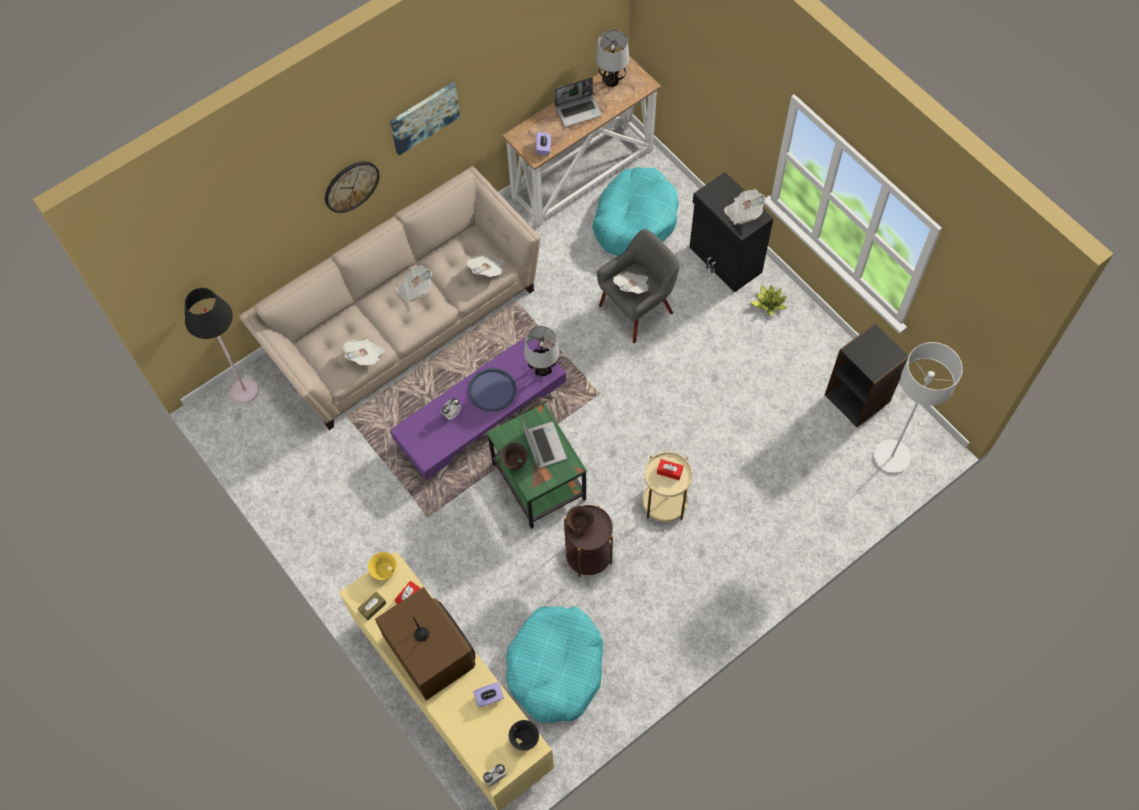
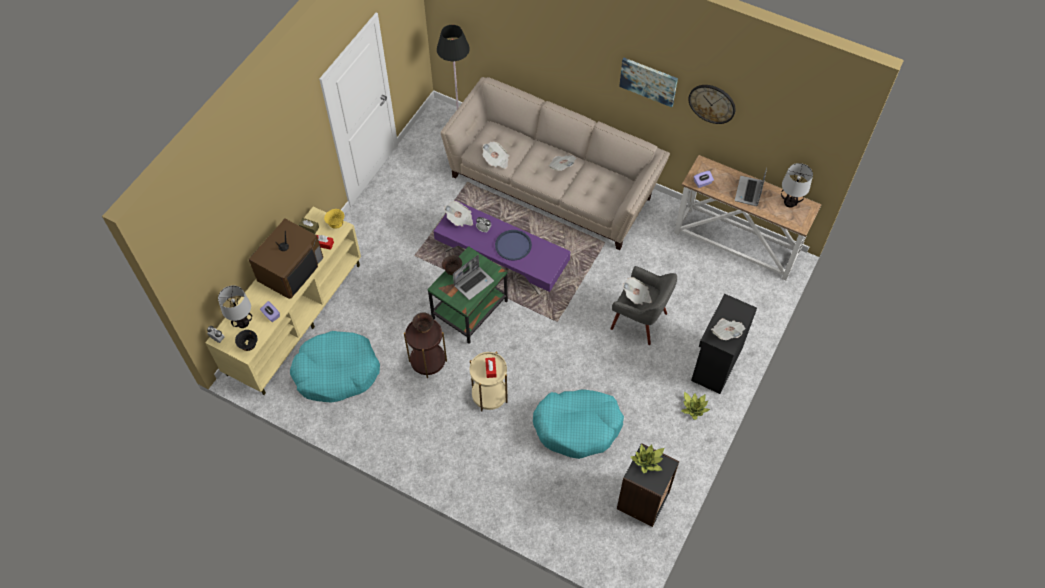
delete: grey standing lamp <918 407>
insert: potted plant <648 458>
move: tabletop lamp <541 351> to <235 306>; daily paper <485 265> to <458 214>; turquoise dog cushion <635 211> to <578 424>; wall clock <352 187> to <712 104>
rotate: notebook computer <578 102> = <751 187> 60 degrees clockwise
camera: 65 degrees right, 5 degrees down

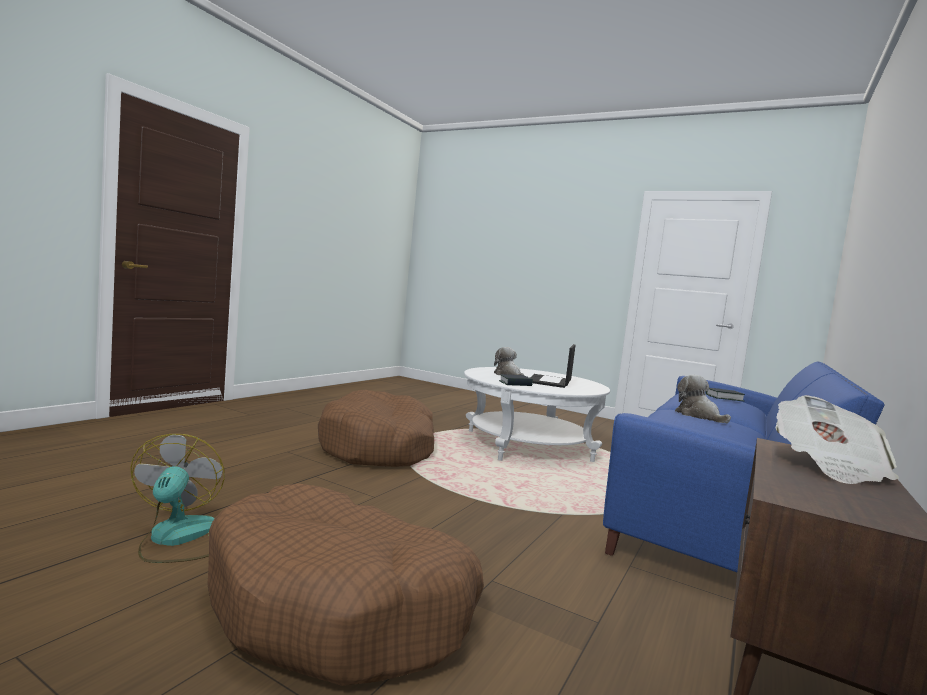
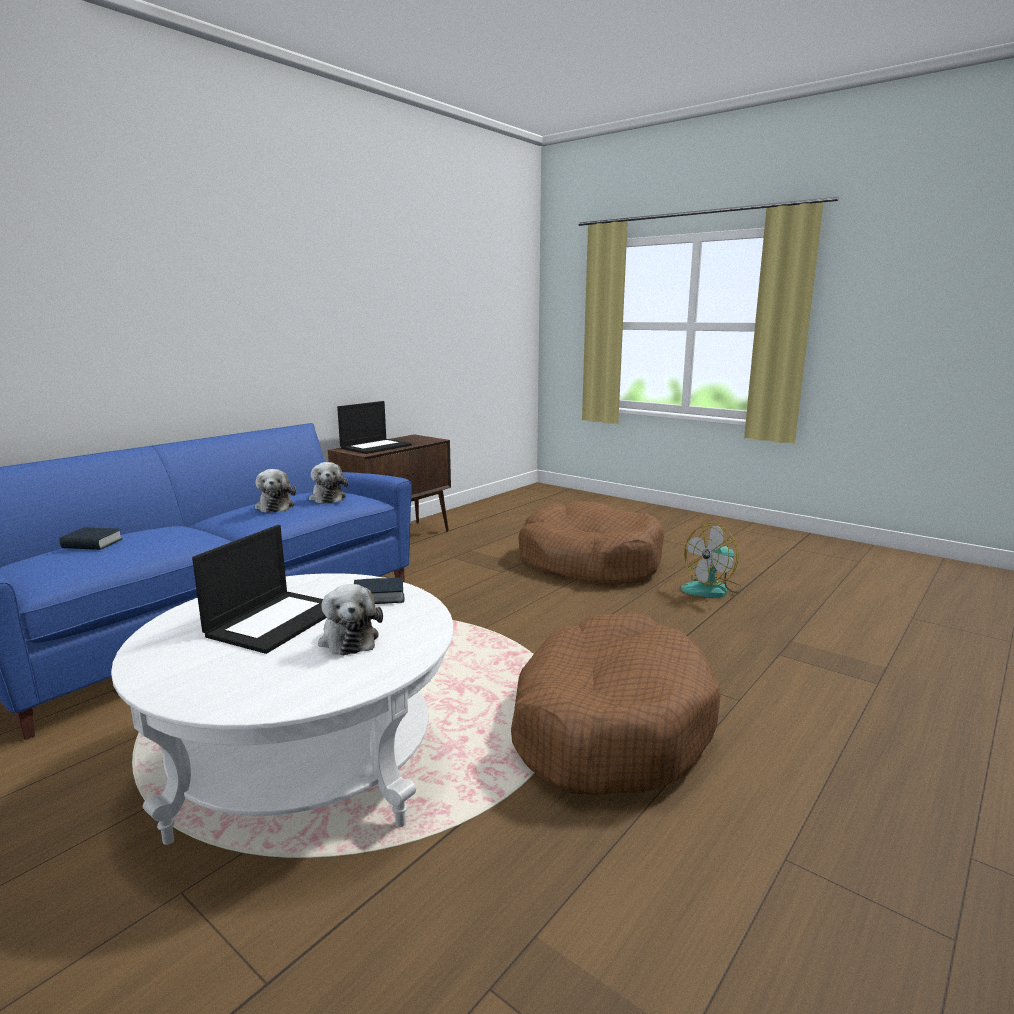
insert: soft toy <328 483>
replace: daily paper <837 439> to notebook computer <374 427>
rotate: electric fan <177 498> = <711 560> 60 degrees clockwise
camera: 170 degrees left, 10 degrees up

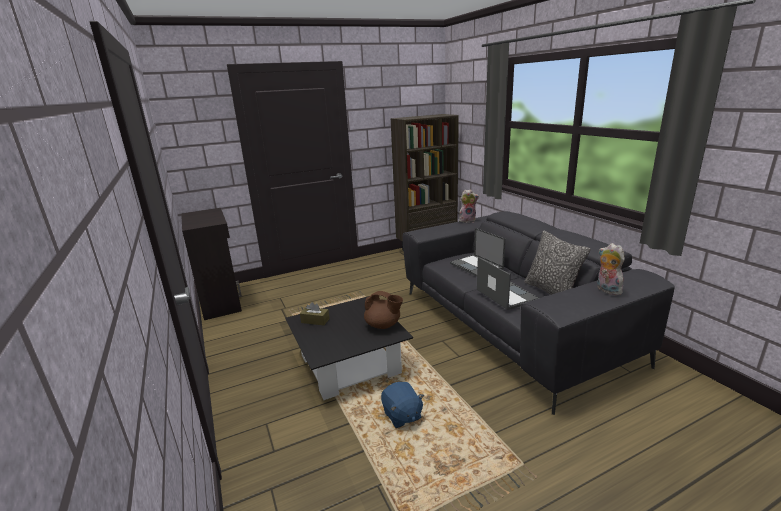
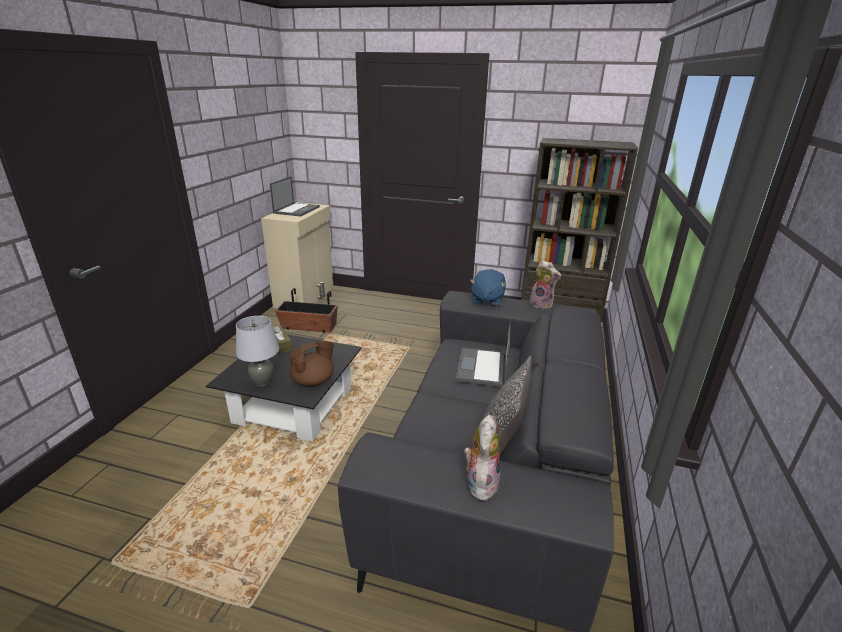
insert: grey tabletop lamp <257 351>; planter <306 310>
move: notebook computer <508 283> to <295 197>; blue soft toy <402 405> to <488 288>
recolor: blackish cupboard <211 264> to beige-coloured cupboard <297 255>
rotate: brown pot for tea <383 310> = <312 364> 105 degrees counterclockwise
camera: 40 degrees right, 5 degrees up

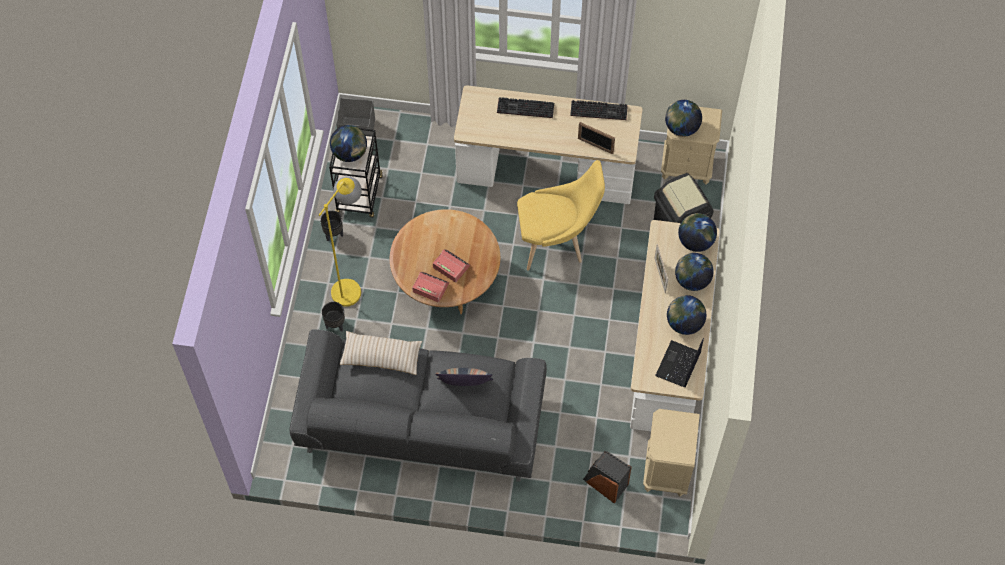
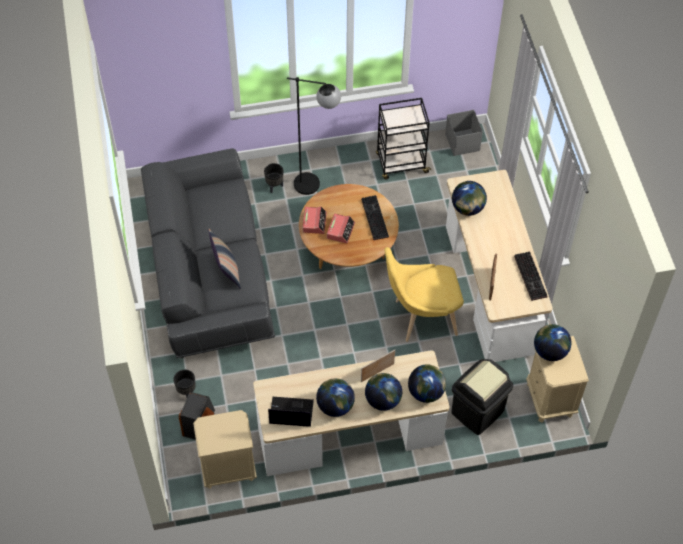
delete: beige-coloured pillow <381 353>
move: blackish planter <331 226> to <185 383>; PC keyboard <525 107> to <375 217>; globe <348 143> to <469 198>
recolor: yellow standing lamp <340 241> to blackish standing lamp <314 136>
rotate: yellow upright chair <561 215> = <424 294> 105 degrees clockwise
camera: 70 degrees right, 5 degrees down

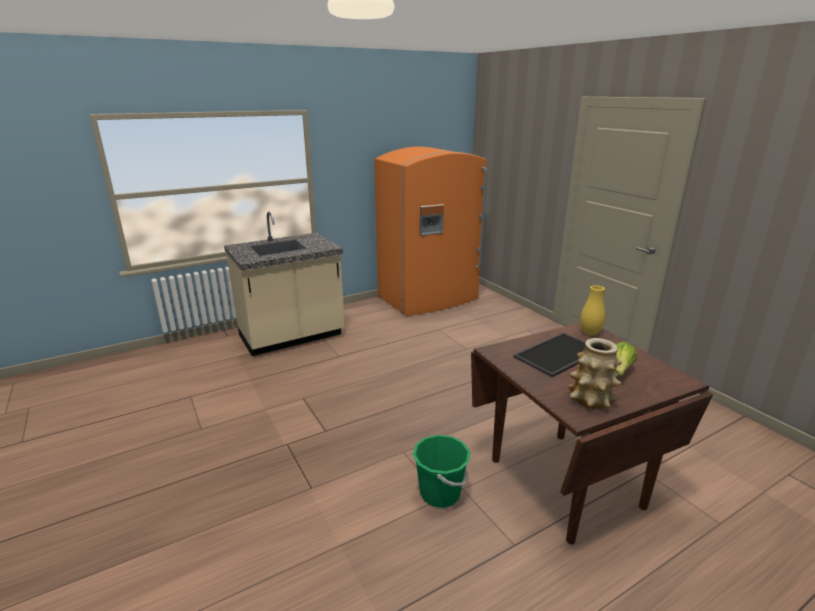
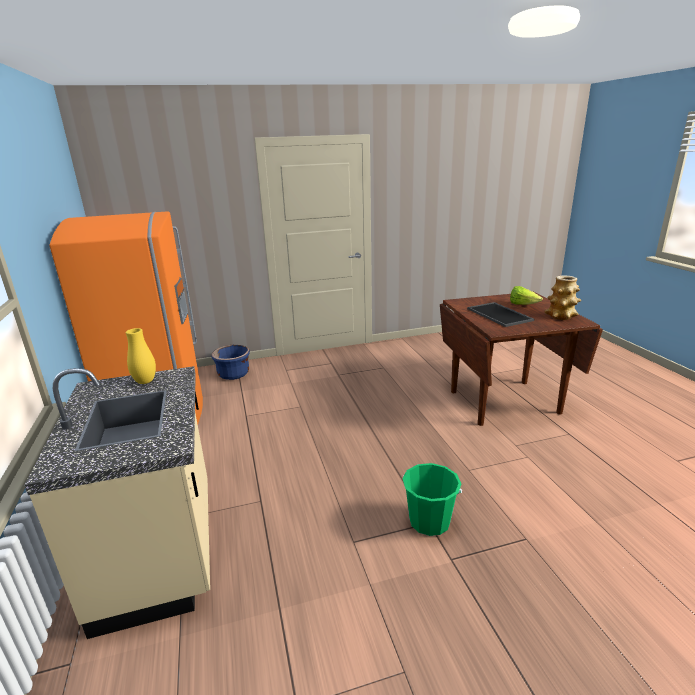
insert: blue planter <230 362>
move: yellow vase <592 310> to <141 356>; greenish pail <441 471> to <432 499>
camera: 75 degrees left, 0 degrees up

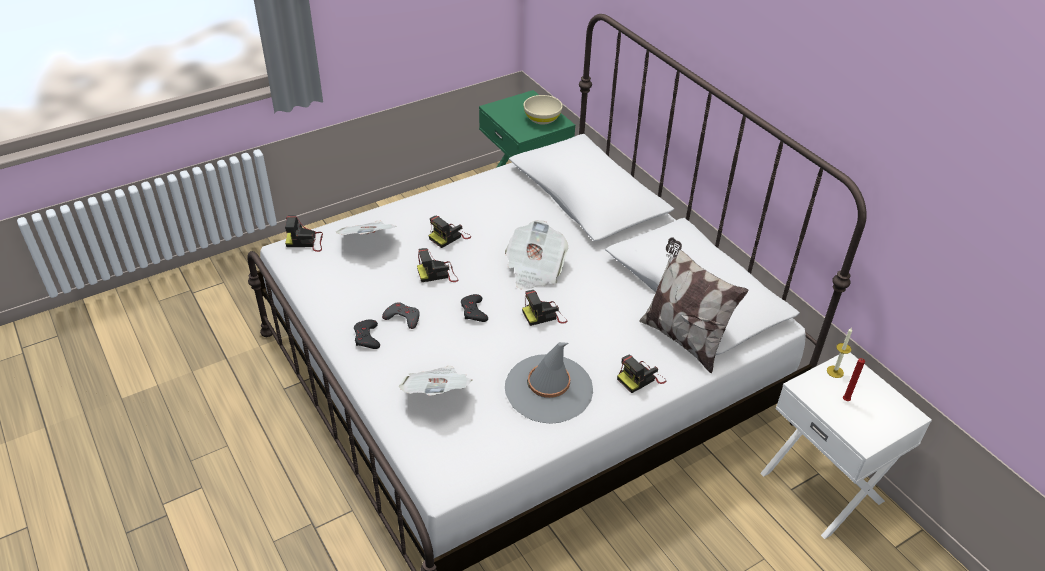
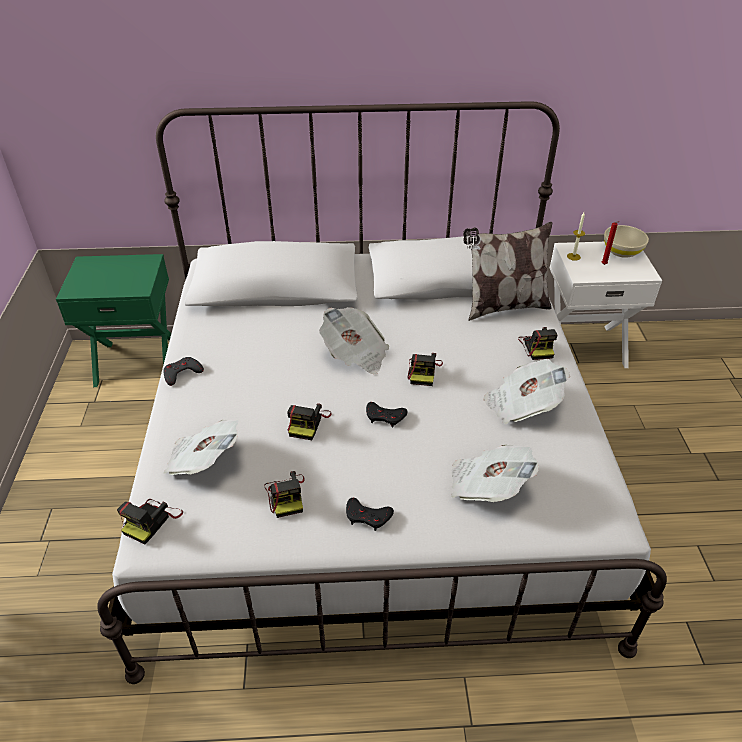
move: grey joypad <401 315> to <183 371>; still camera <450 231> to <284 494>; beige-coloured bowl <543 109> to <626 241>
replace: grey clothing hat <549 382> to daily paper <526 391>
camera: 60 degrees left, 0 degrees up

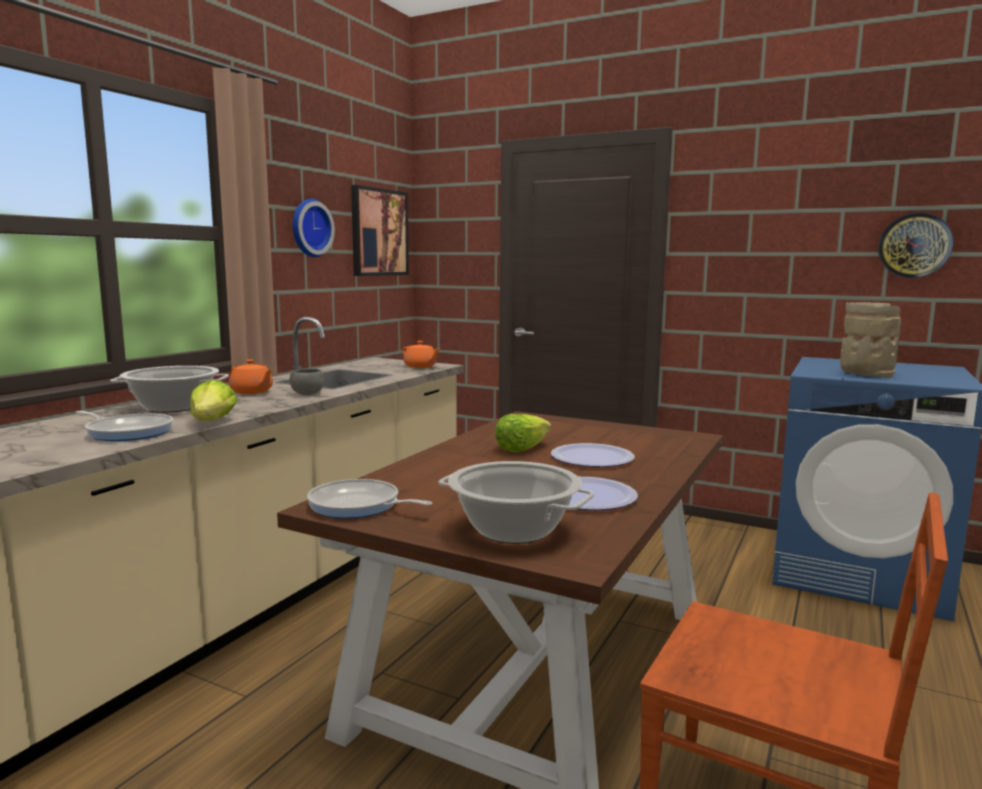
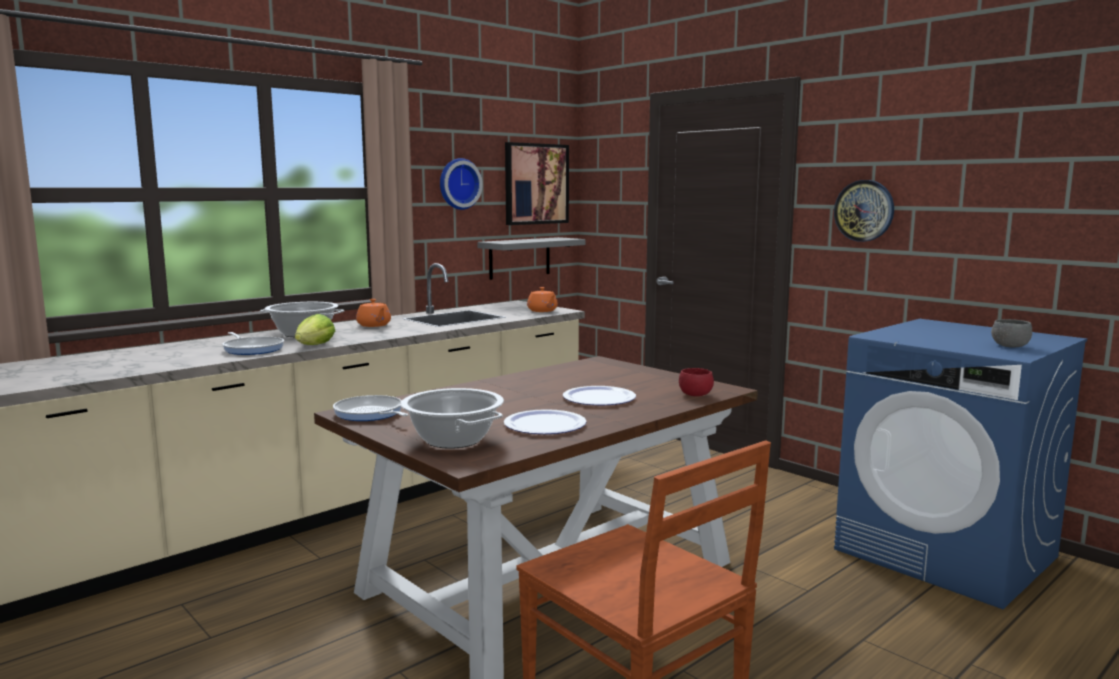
delete: lettuce <523 433>; beige-coloured vase <870 340>
insert: grey wall shelf <531 258>; red-coloured bowl <696 382>
move: wall clock <915 245> to <864 211>; grey bowl <306 382> to <1011 333>
camera: 20 degrees right, 0 degrees up

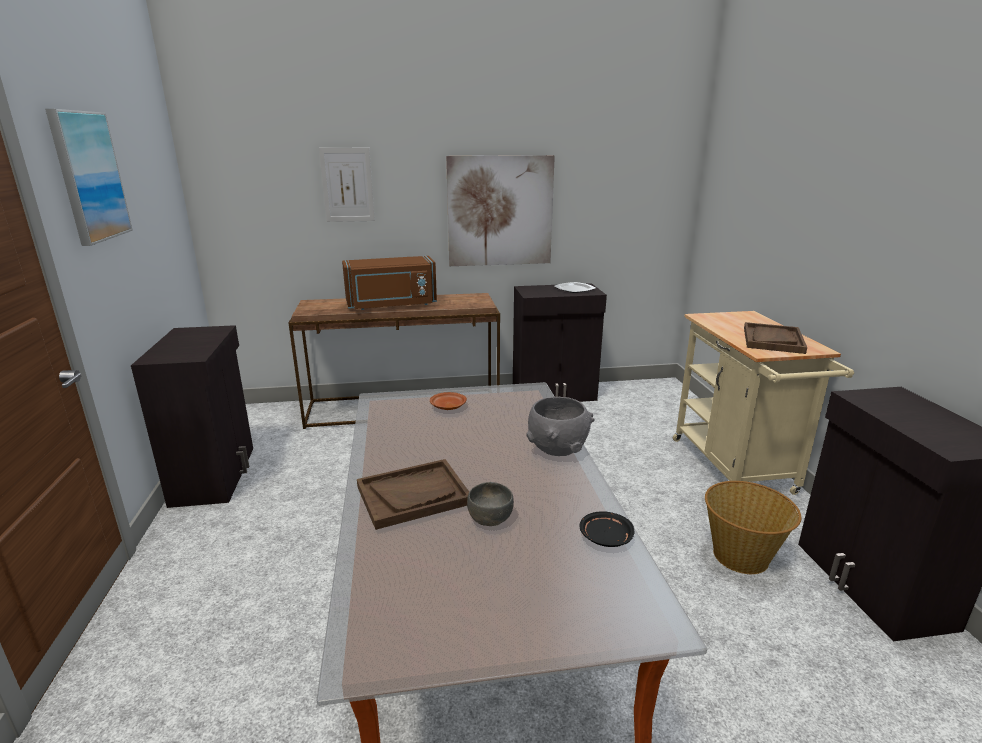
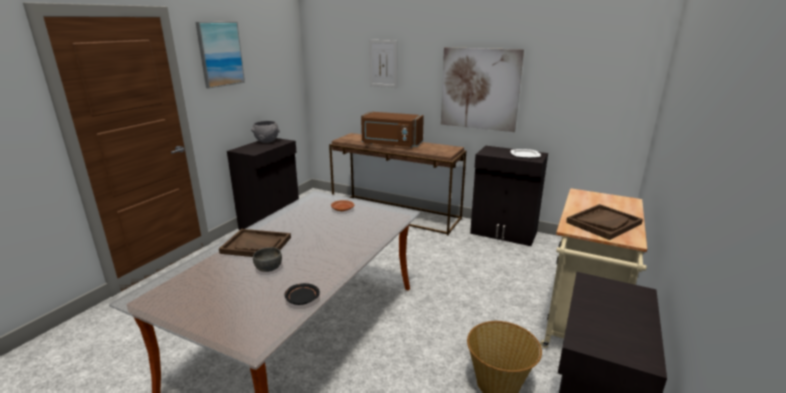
move: grey bowl <560 426> to <265 132>
camera: 35 degrees right, 0 degrees up

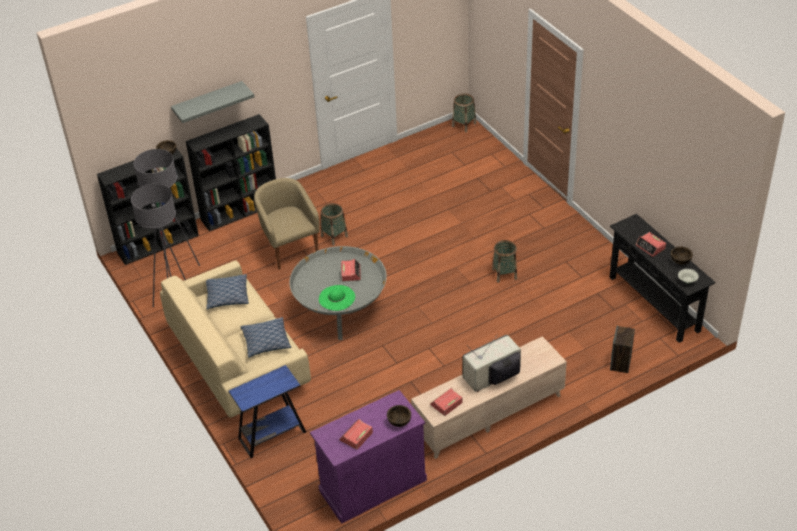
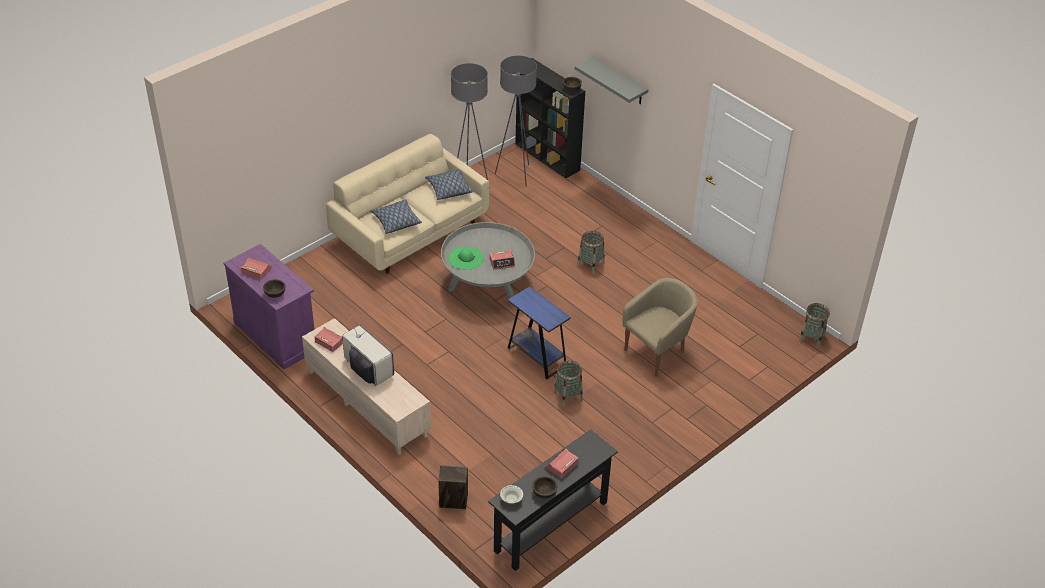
delete: blackish shelving unit <231 172>
move: blue end table <267 411> to <539 332>; beige-coloured armchair <287 224> to <660 327>
camera: 75 degrees right, 0 degrees up

